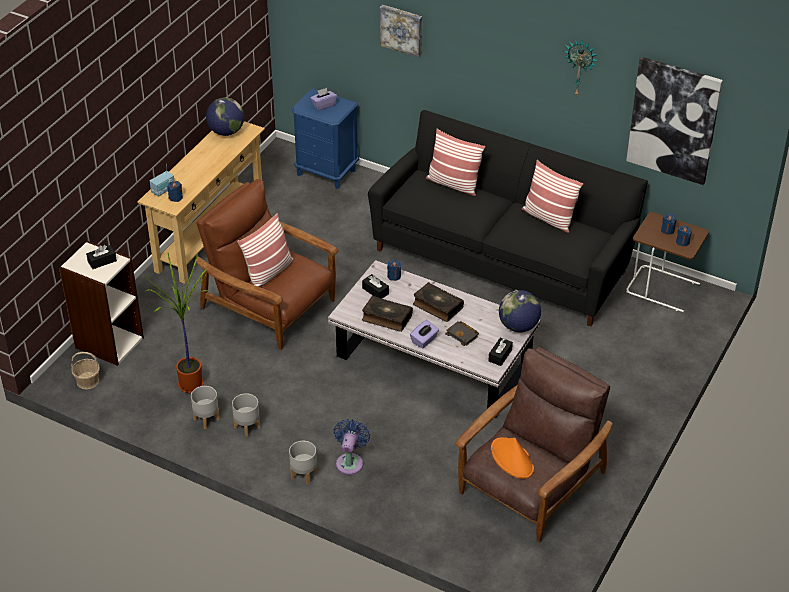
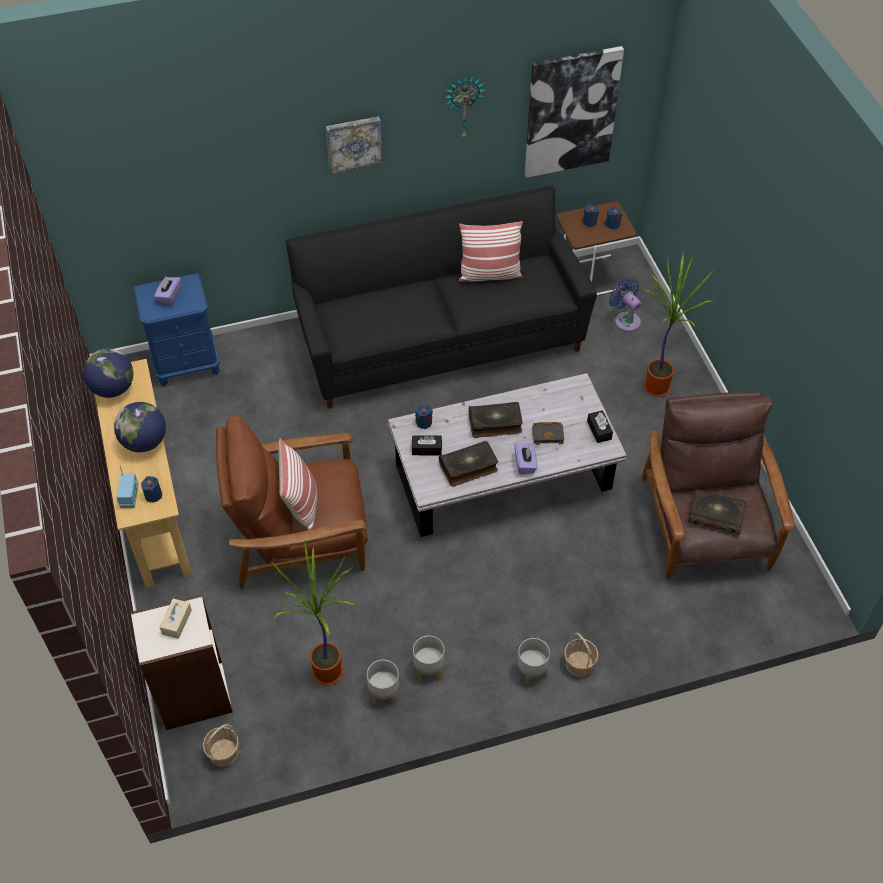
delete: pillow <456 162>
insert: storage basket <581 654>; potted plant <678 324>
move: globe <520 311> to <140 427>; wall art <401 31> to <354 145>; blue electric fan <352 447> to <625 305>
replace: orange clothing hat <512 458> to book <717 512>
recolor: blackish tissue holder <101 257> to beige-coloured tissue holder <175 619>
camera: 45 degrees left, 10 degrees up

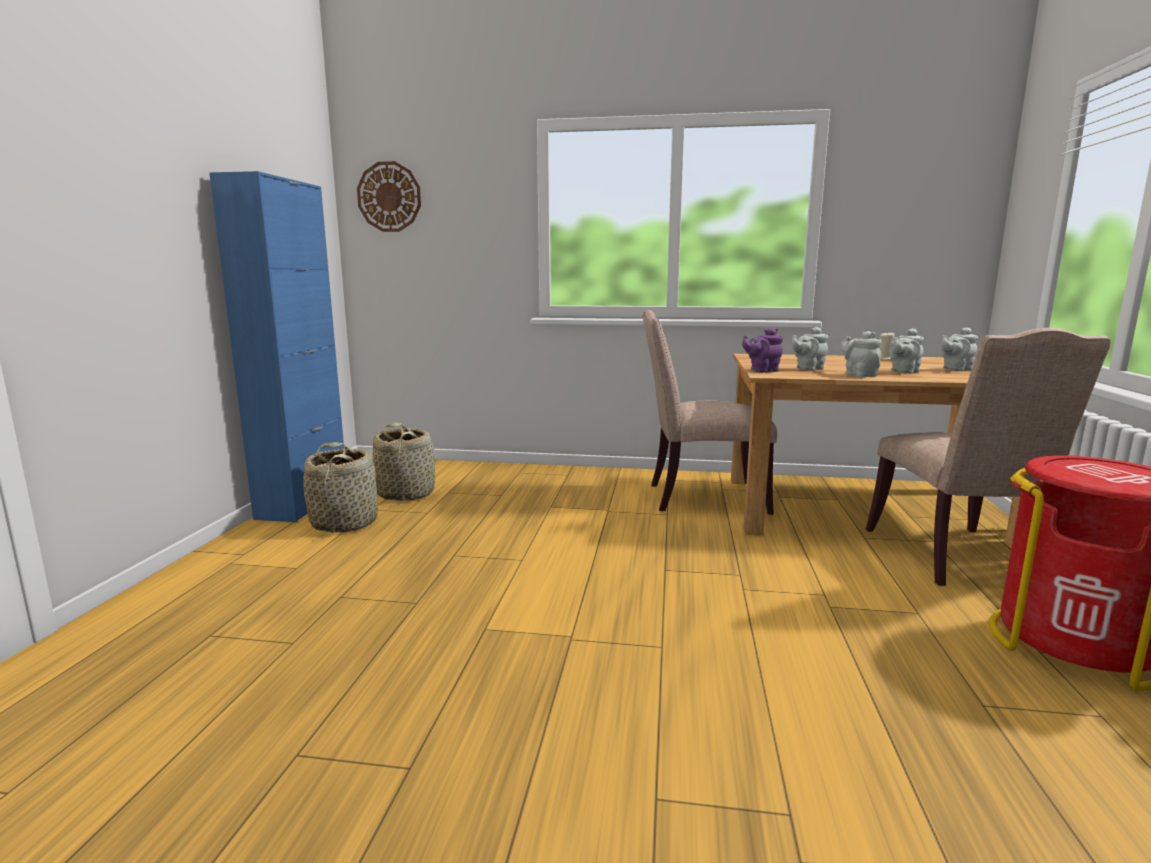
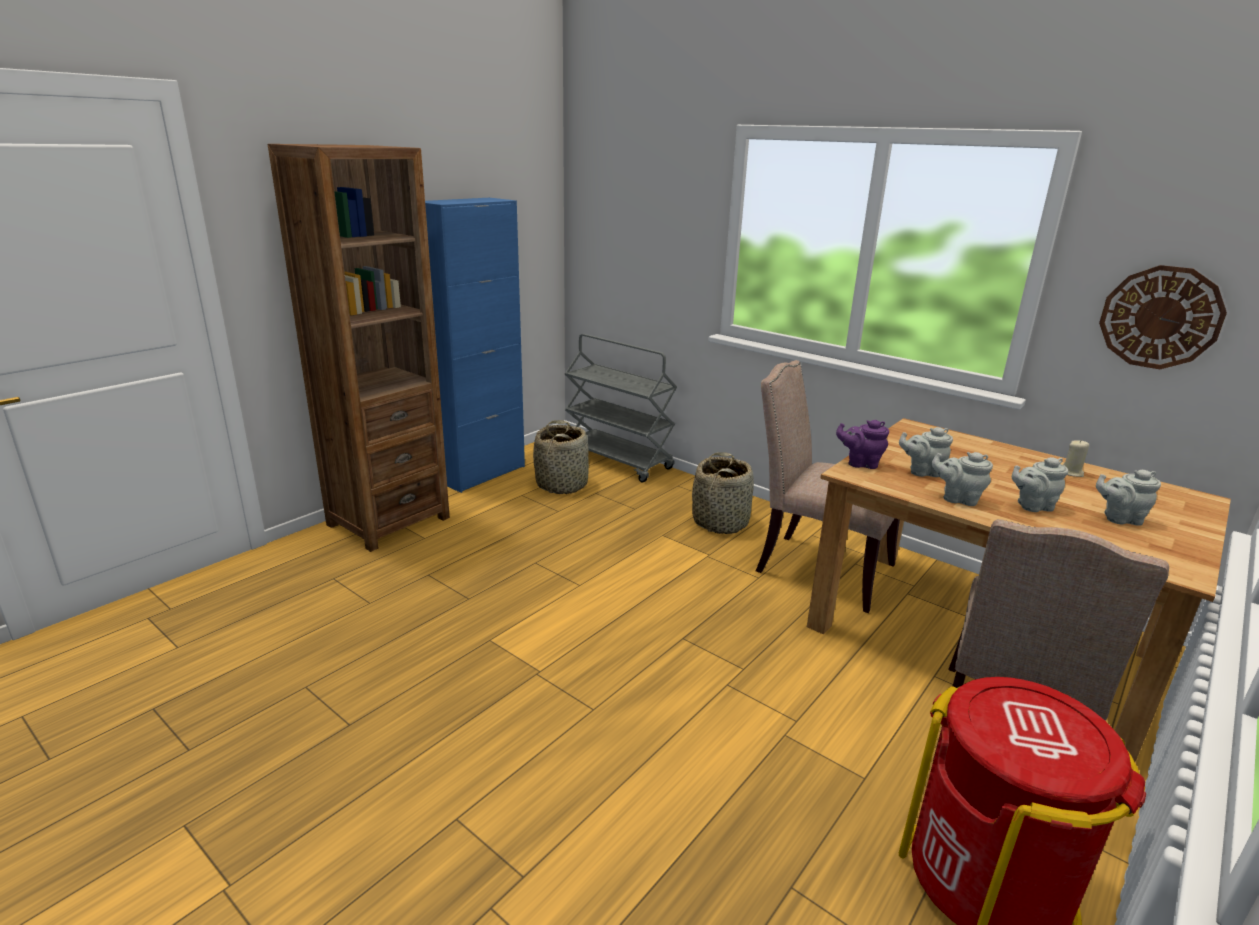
insert: brown shelving unit <359 348>; grey trolley <621 408>
move: storage basket <340 487> to <723 493>; wall clock <389 196> to <1163 317>
rotate: grey pot for tea <861 354> = <962 479> 75 degrees counterclockwise
camera: 30 degrees right, 10 degrees up

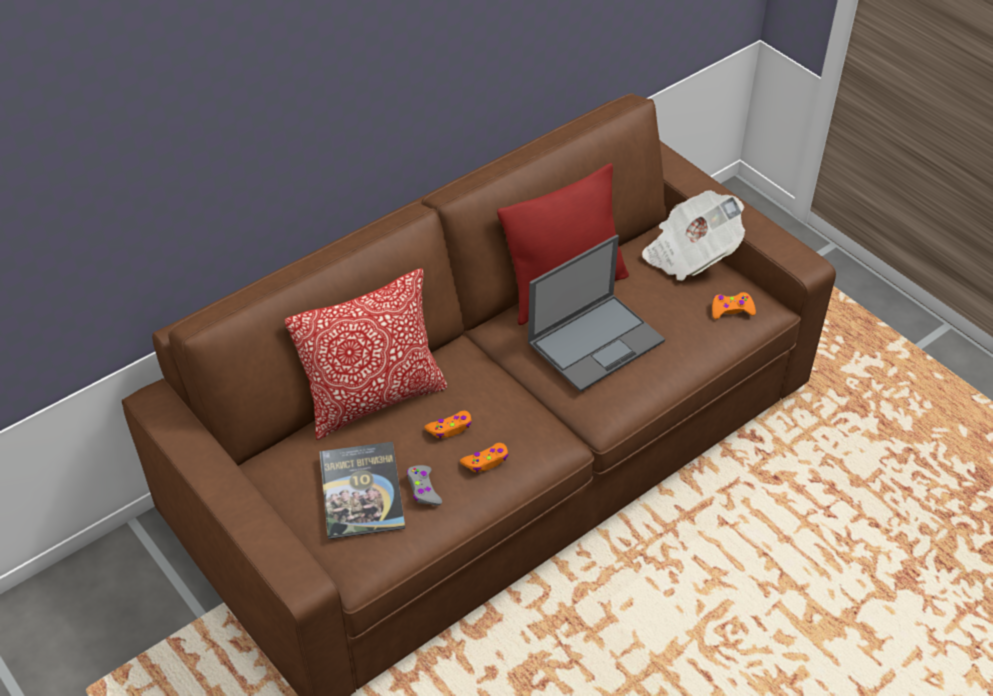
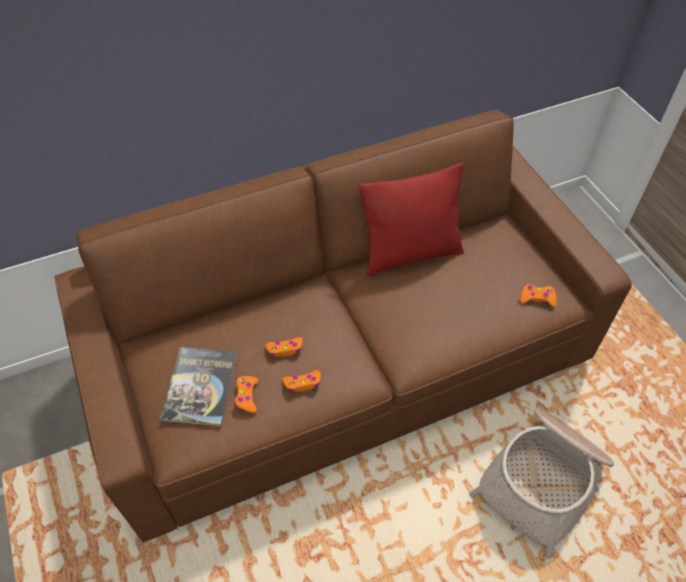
delete: pillow <366 354>; notebook computer <596 313>; daily paper <693 235>
insert: storage basket <541 484>
recolor: grey joypad <424 485> to orange joypad <246 394>
camera: 15 degrees right, 5 degrees up

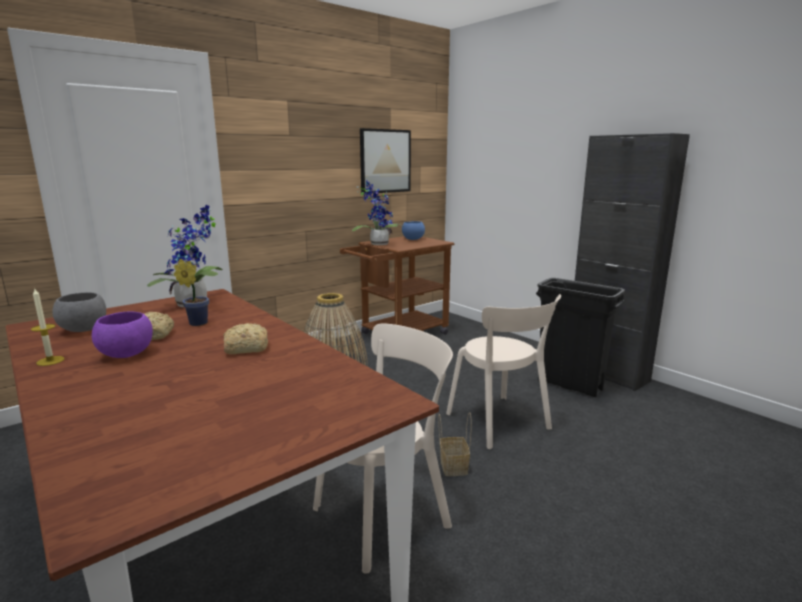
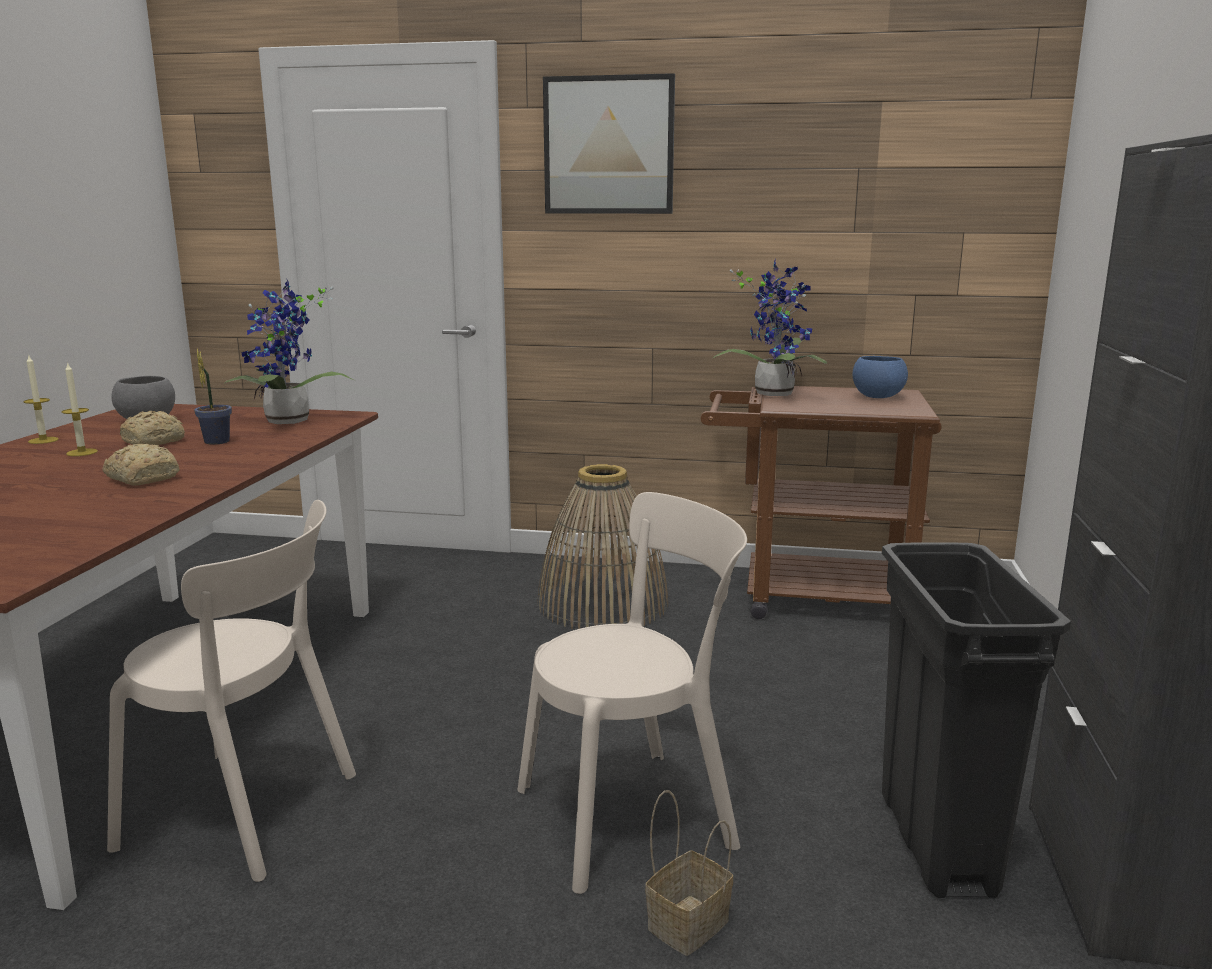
move: wall art <385 161> to <609 143>; storage basket <455 444> to <689 873>
replace: purplish bowl <122 335> to candle <80 409>
rotate: beige-coloured upright chair <503 371> = <632 693> 135 degrees counterclockwise
camera: 50 degrees right, 0 degrees up

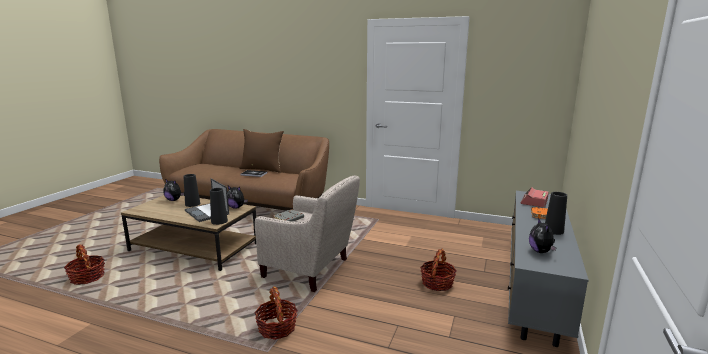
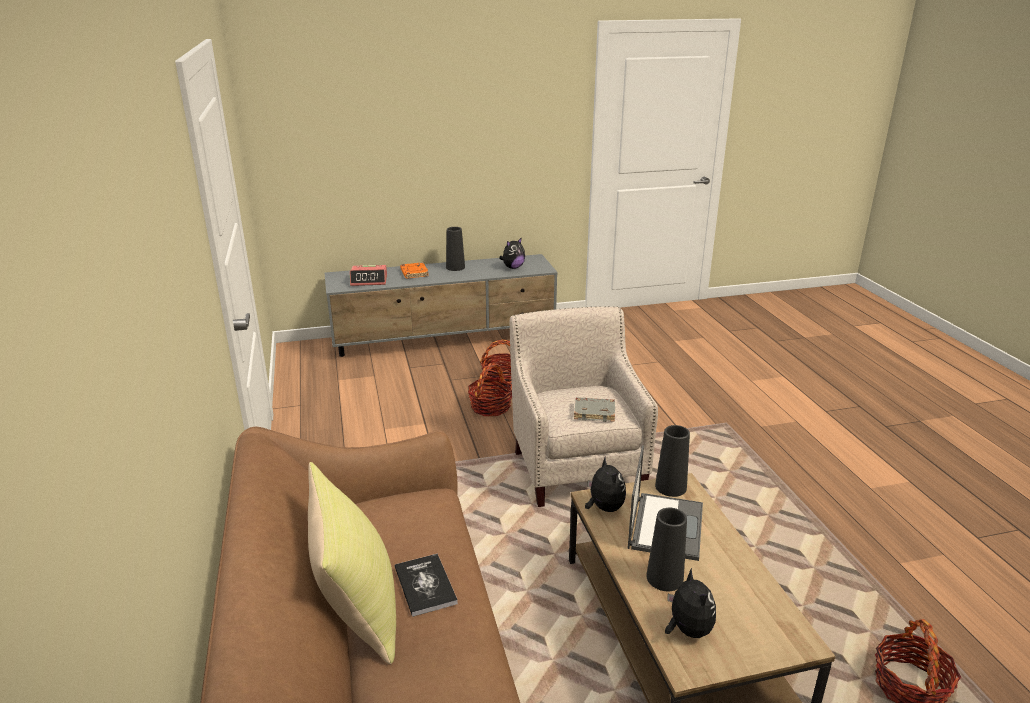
move: storage basket <276 313> to <490 390>
recolor: brown pillow <261 151> to yellow pillow <352 563>
camera: 125 degrees left, 10 degrees up

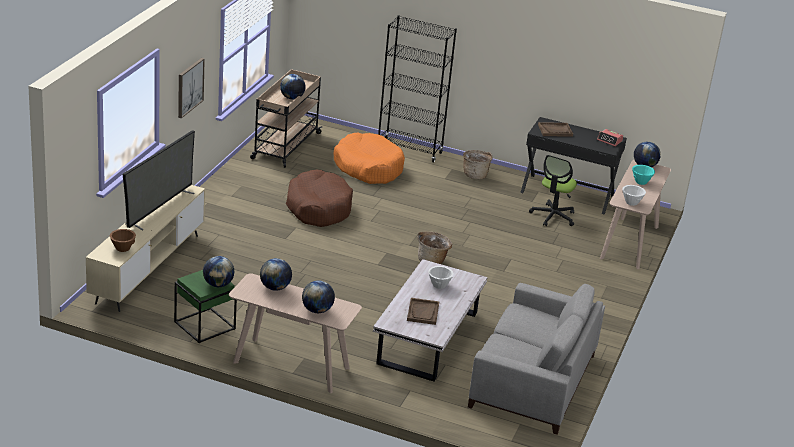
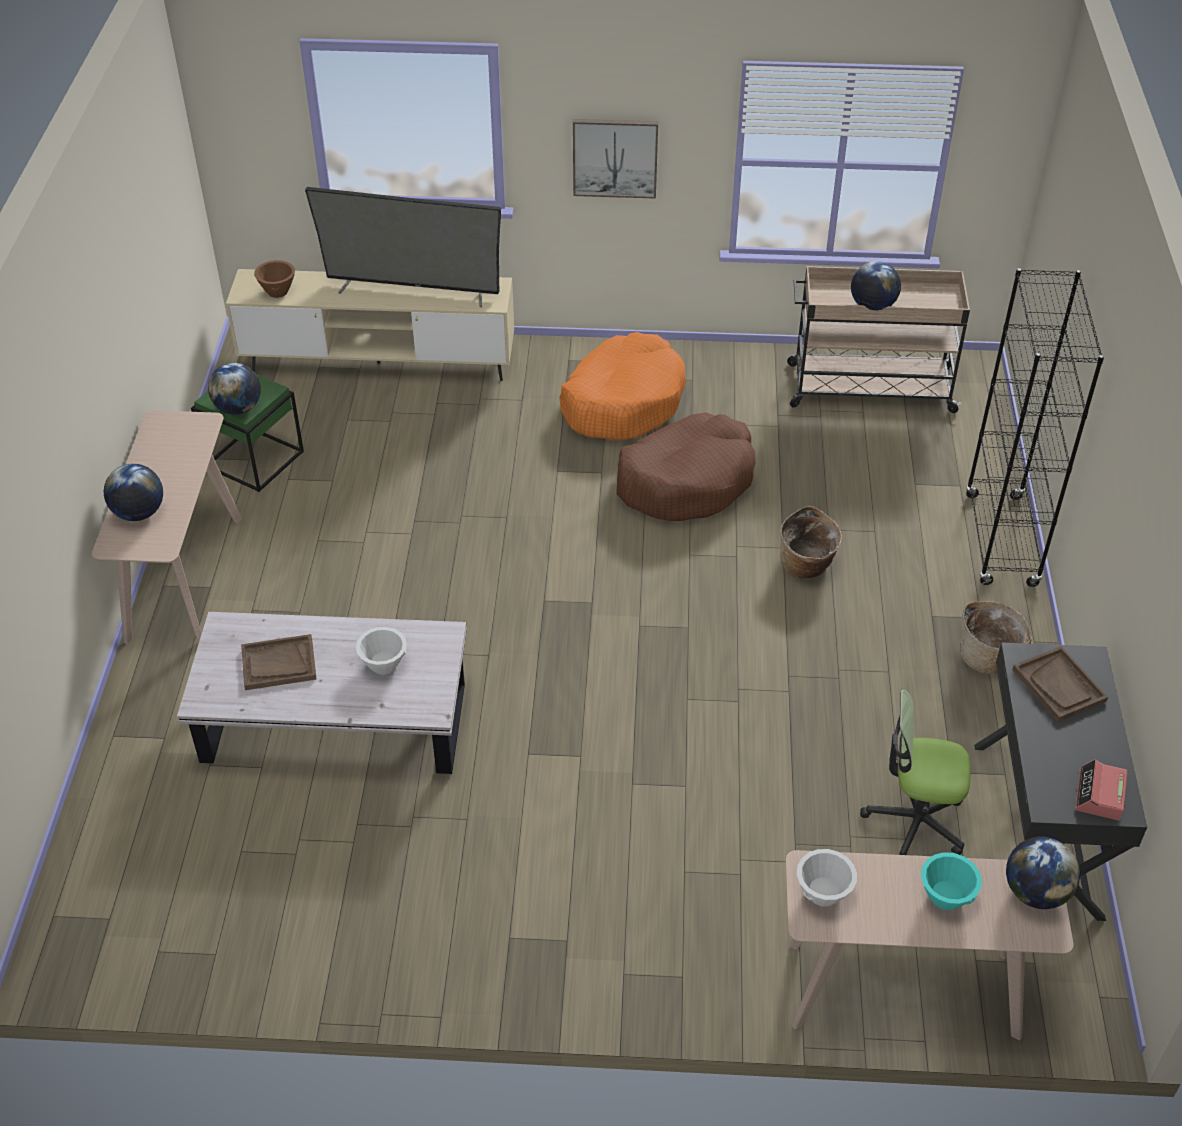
delete: globe <276 274>; grey couch <536 359>
move: orange dog cushion <369 158> to <622 386>; storage basket <434 248> to <811 542>
camera: 75 degrees right, 15 degrees up

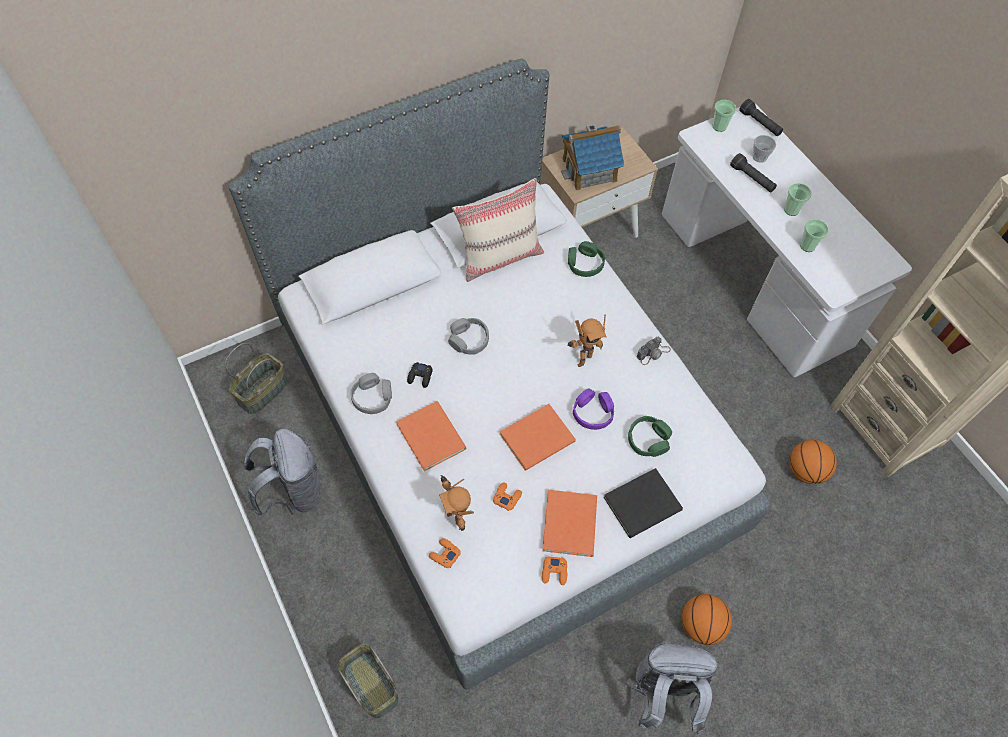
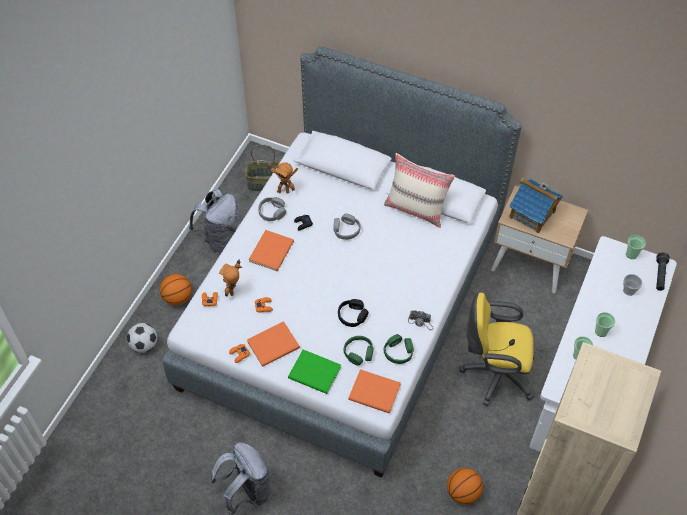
delete: blackish flashlight <753 172>
insert: yellow computer chair <496 349>
move: basketball ball <707 619> to <176 289>; toy robot <587 341> to <283 176>; orange book <538 437> to <374 391>; greenish pair of headphones <586 259> to <399 349>
replace: storage basket <367 681> to football <142 338>
recolor: blackish book <643 503> to greenish book <314 371>; purplish pair of headphones <593 409> to blackish pair of headphones <353 313>
camera: 55 degrees right, 5 degrees down

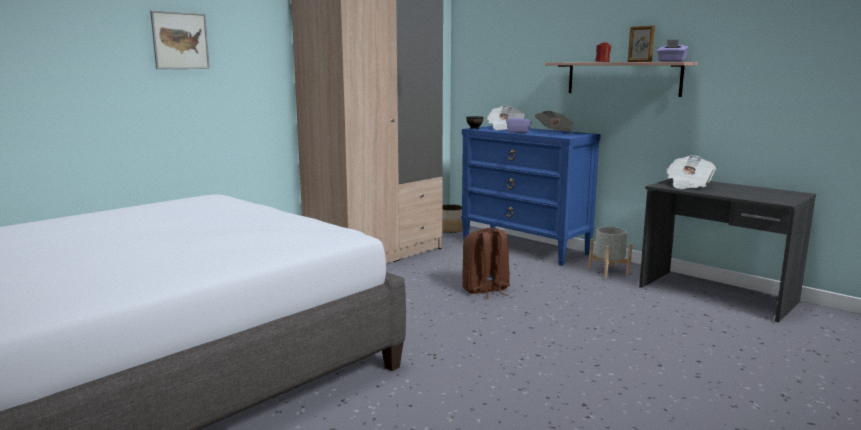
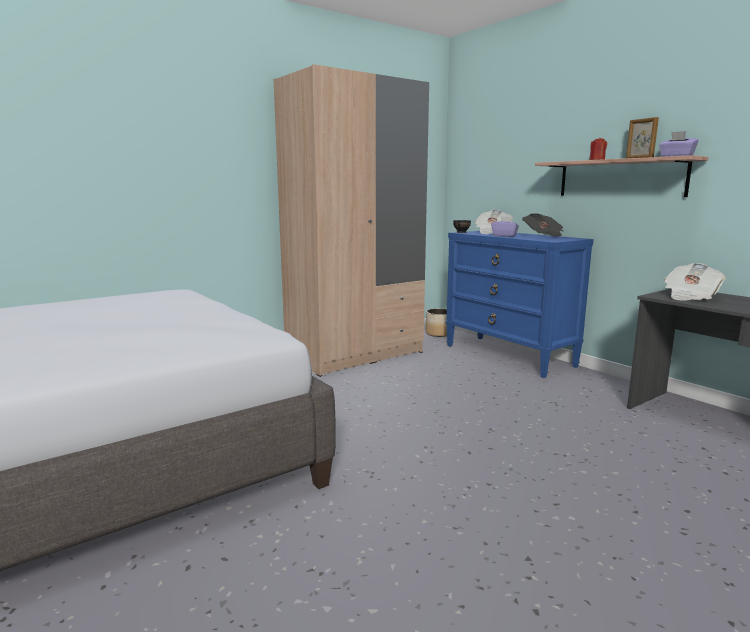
delete: wall art <180 40>; brown rucksack <486 263>; grey planter <610 252>
camera: 10 degrees right, 0 degrees up

